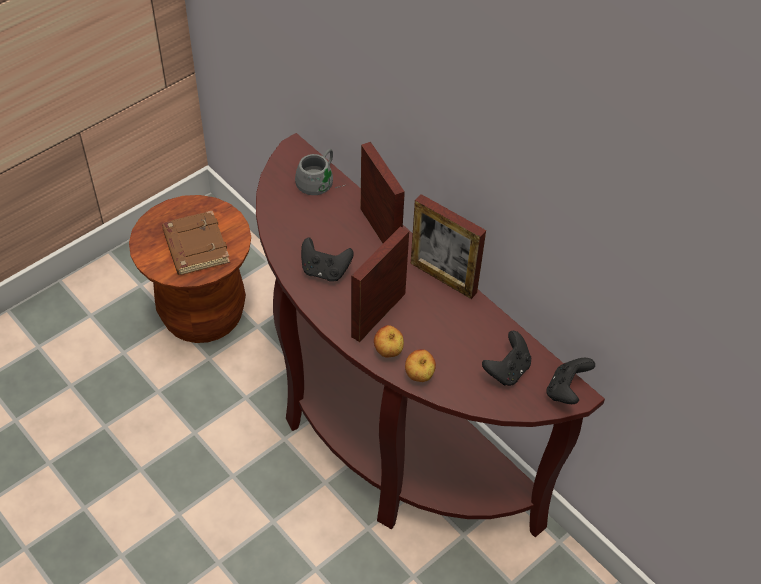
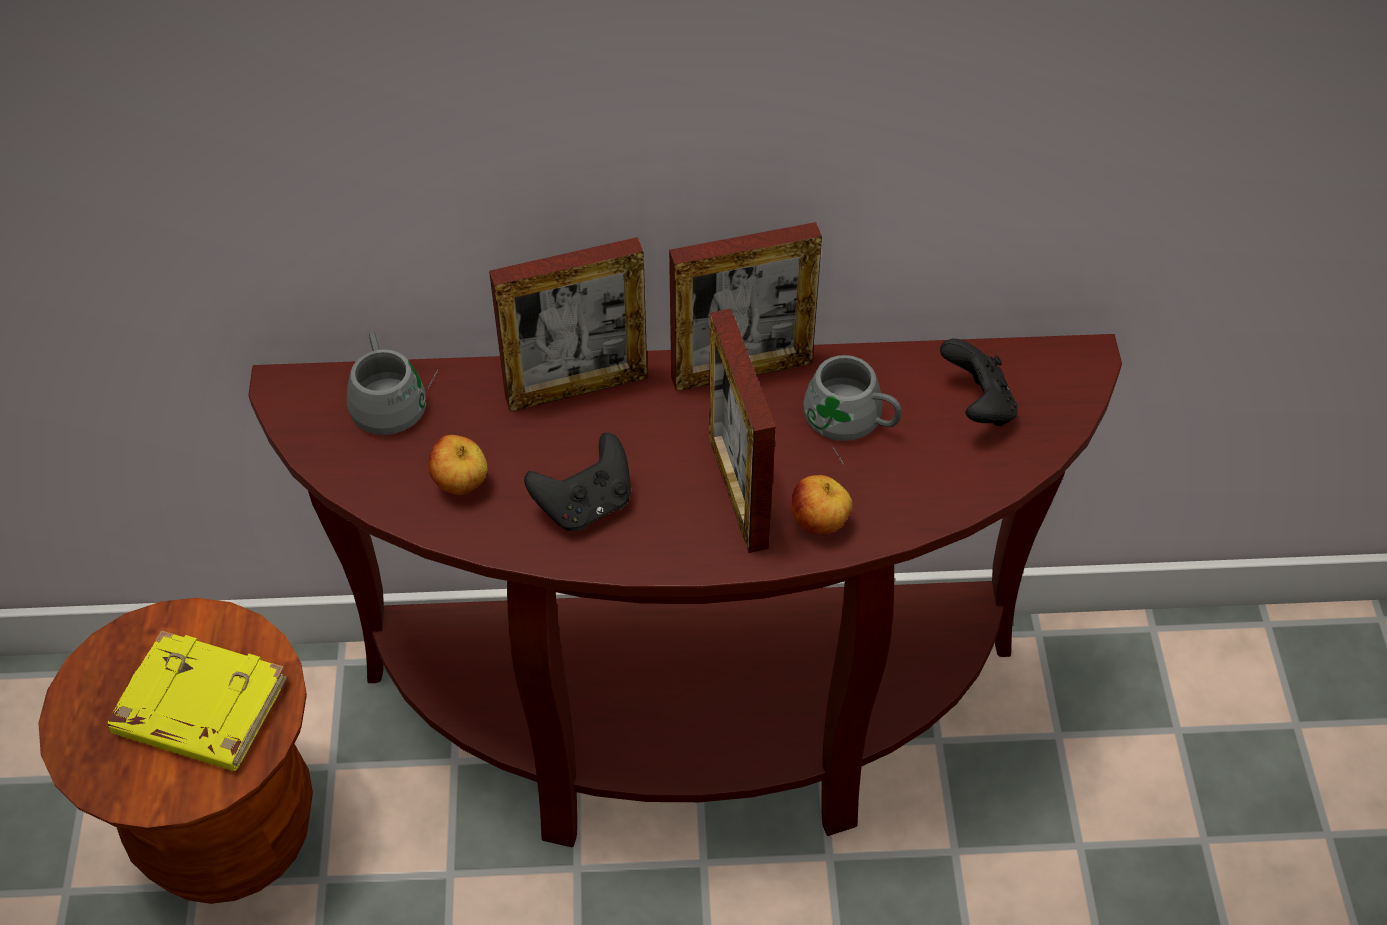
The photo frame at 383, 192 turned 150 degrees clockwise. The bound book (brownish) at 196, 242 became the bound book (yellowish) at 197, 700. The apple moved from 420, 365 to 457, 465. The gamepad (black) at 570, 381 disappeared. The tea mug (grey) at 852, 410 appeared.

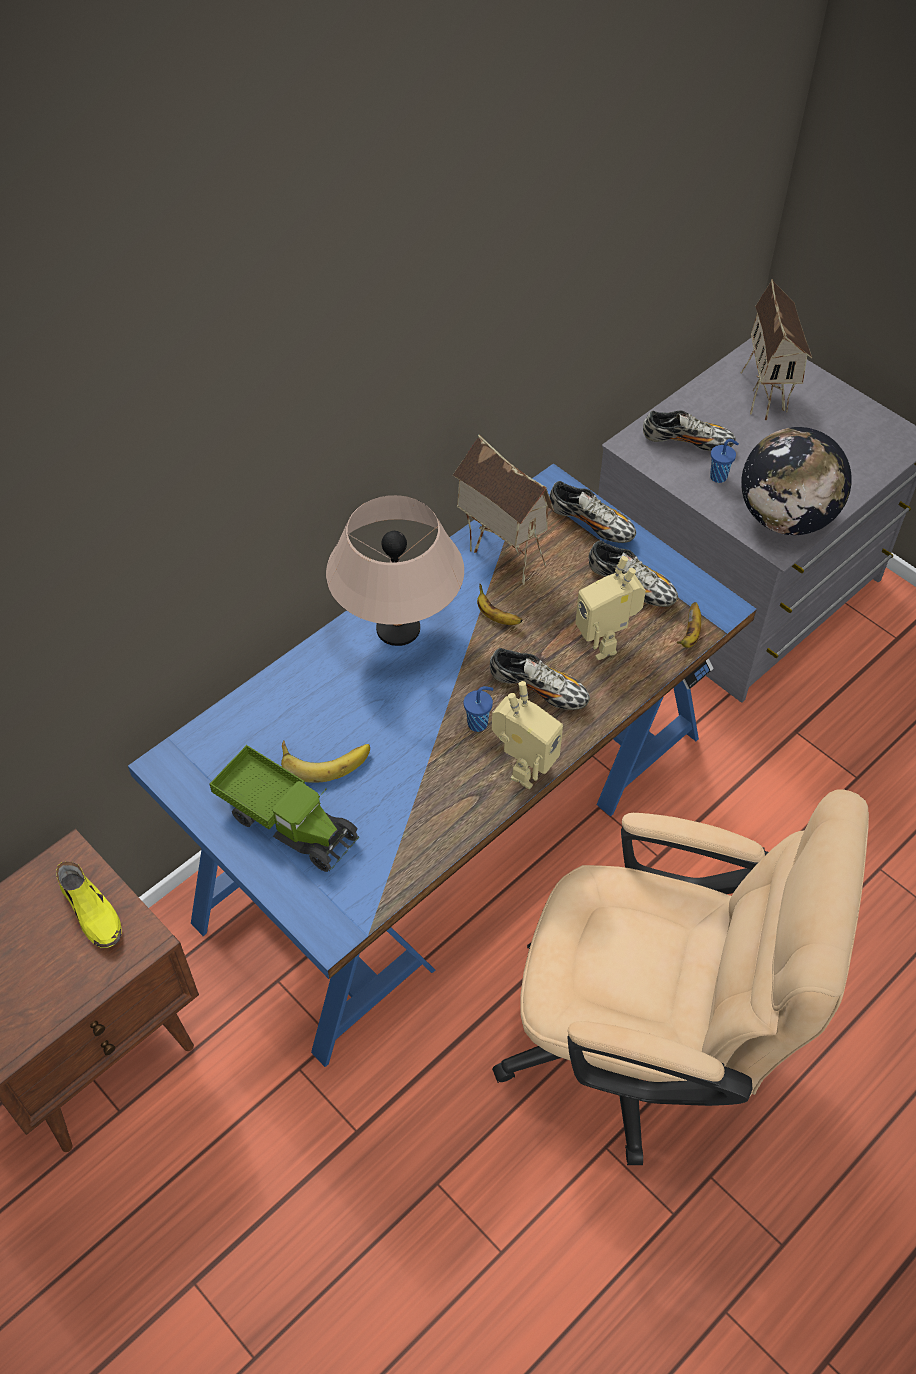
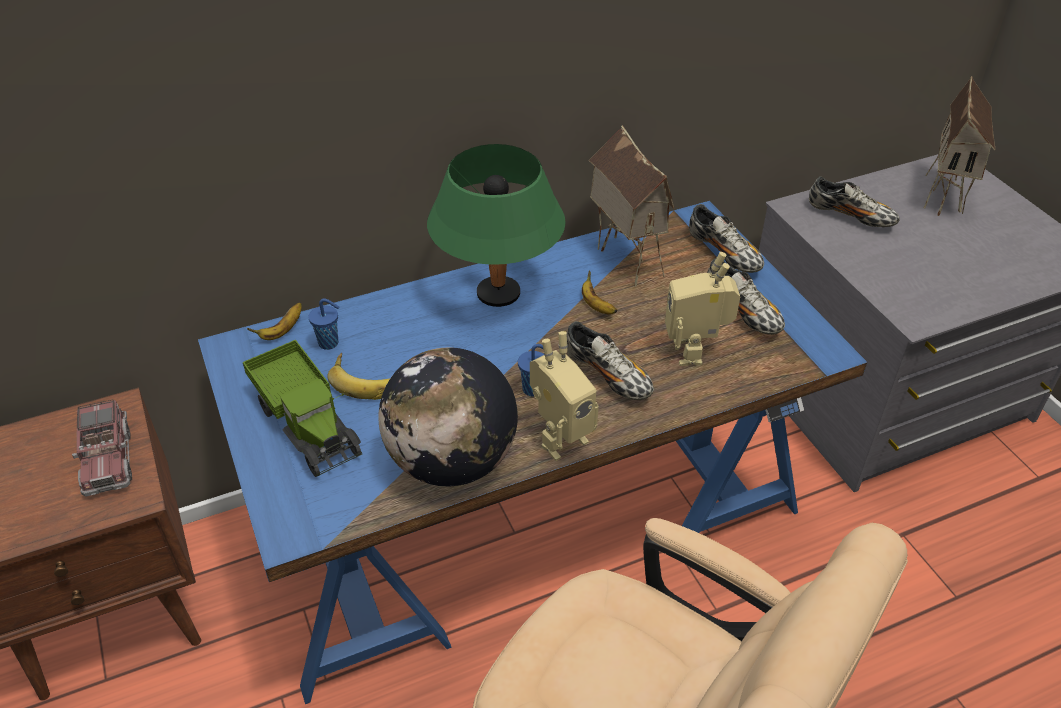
The world globe moved from 796, 481 to 448, 416. The cup (bluish) moved from 724, 461 to 323, 324. The table lamp (beige) at 395, 570 became the table lamp (green) at 496, 225. The whole banana moved from 689, 625 to 274, 321. The low shoe (yellowish) at 88, 904 was replaced by the model truck at 102, 448.

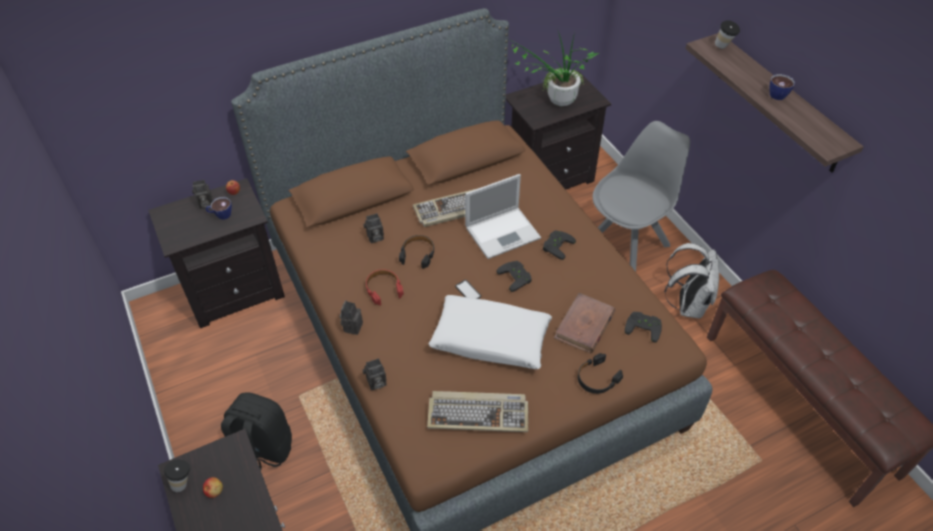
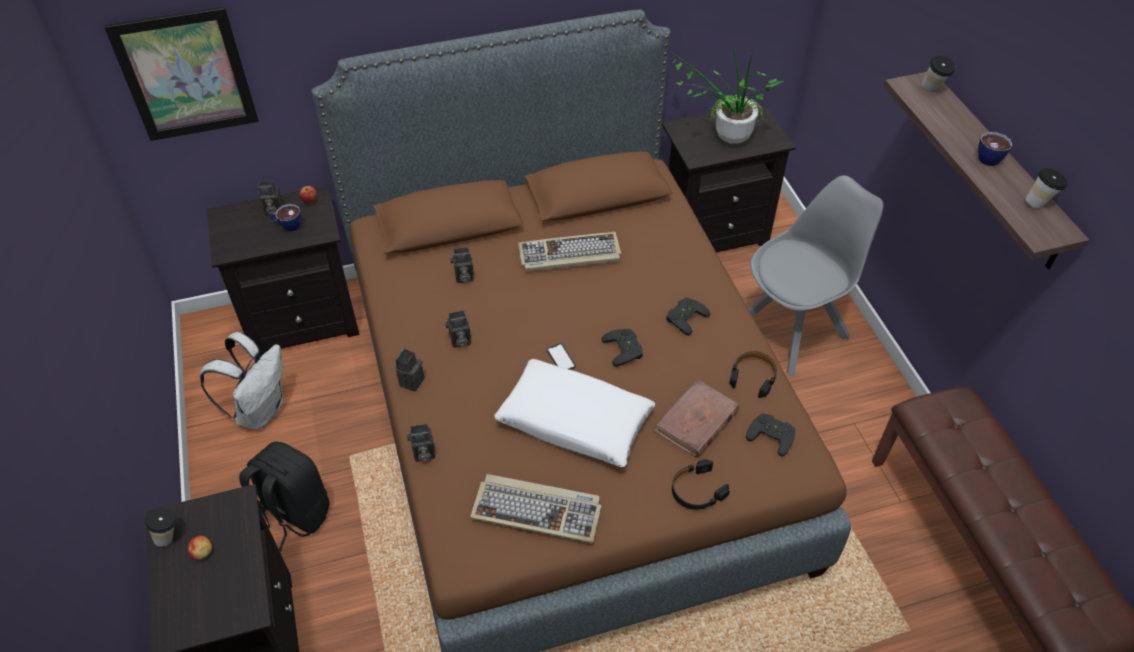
The laptop at 503, 216 disappeared. The headphones (black) moved from 416, 252 to 753, 374. The backpack (white-coloured) moved from 691, 280 to 241, 381. The headphones (red-coloured) at 385, 287 was replaced by the photo camera at 458, 329. The wall picture at 181, 74 appeared. The cup at 1046, 188 appeared.

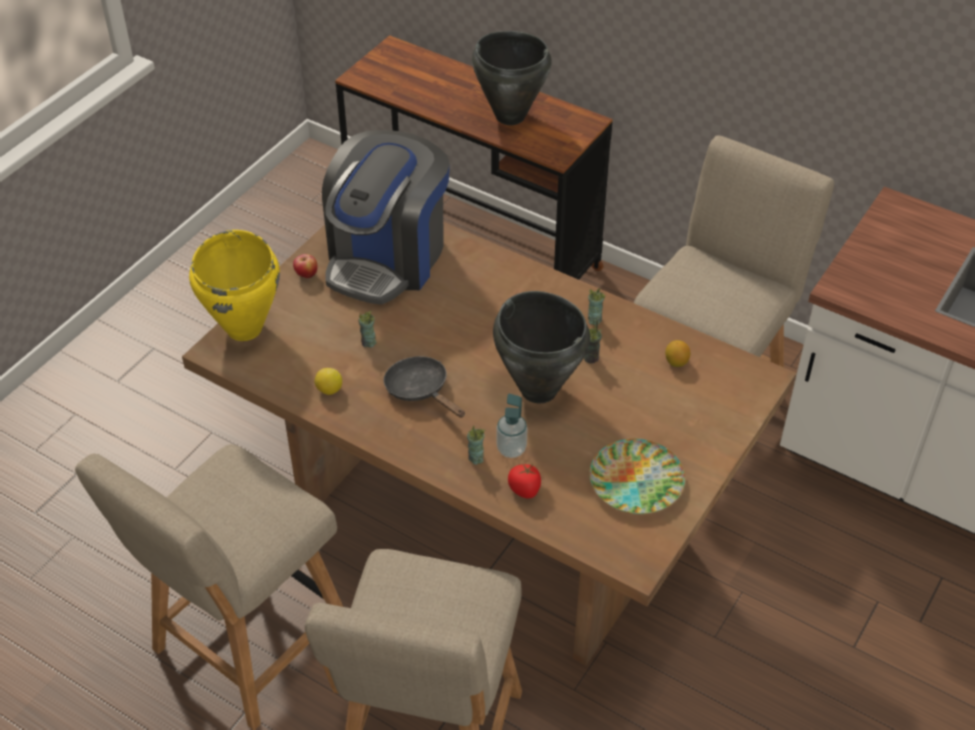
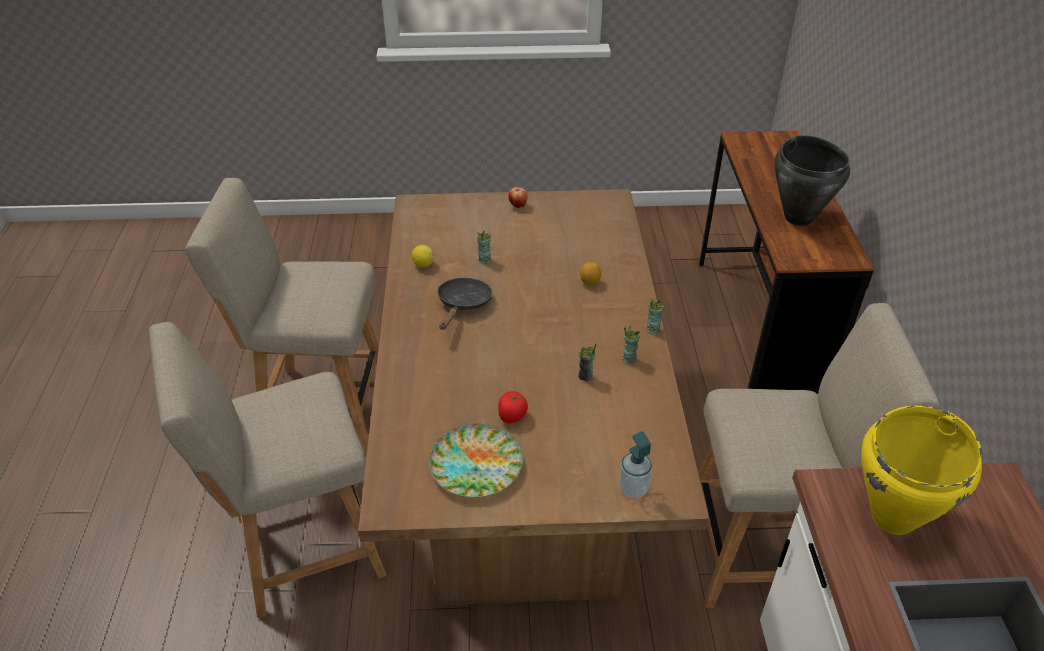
The coffee machine at 386, 217 disappeared. The saucepot (yellowish) moved from 234, 285 to 921, 470. The saucepot (black) at 541, 347 disappeared. The citrus fruit moved from 678, 353 to 590, 273. The soap dispenser moved from 511, 426 to 635, 464. The cup moved from 476, 445 to 655, 316. The fresh tomato moved from 524, 480 to 513, 407.

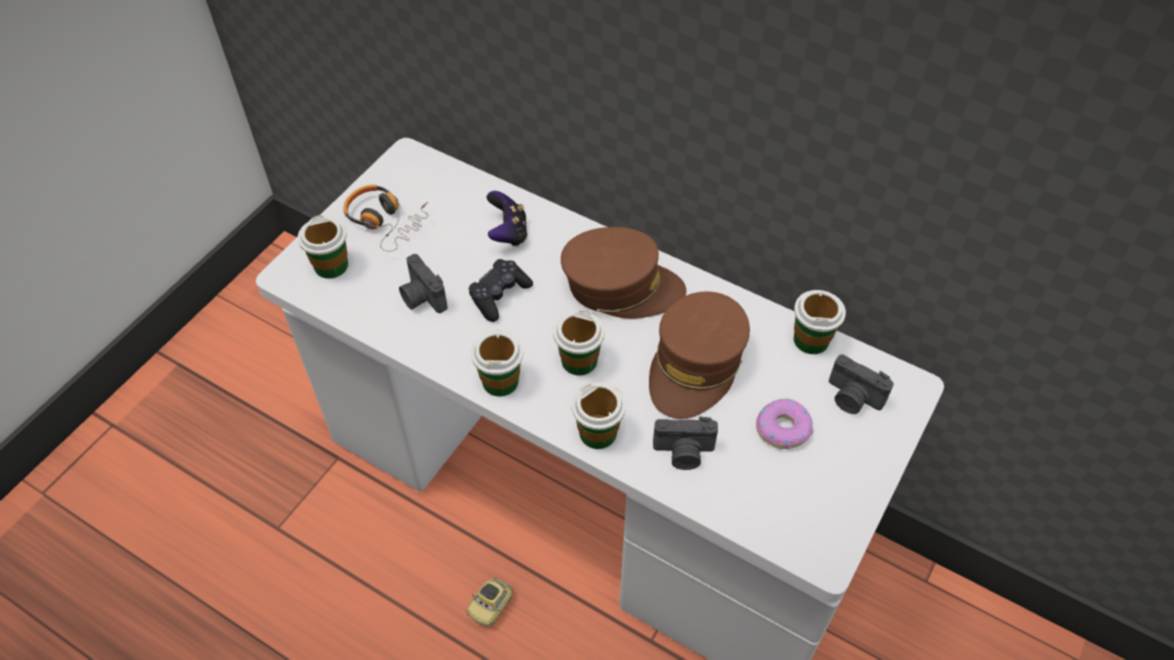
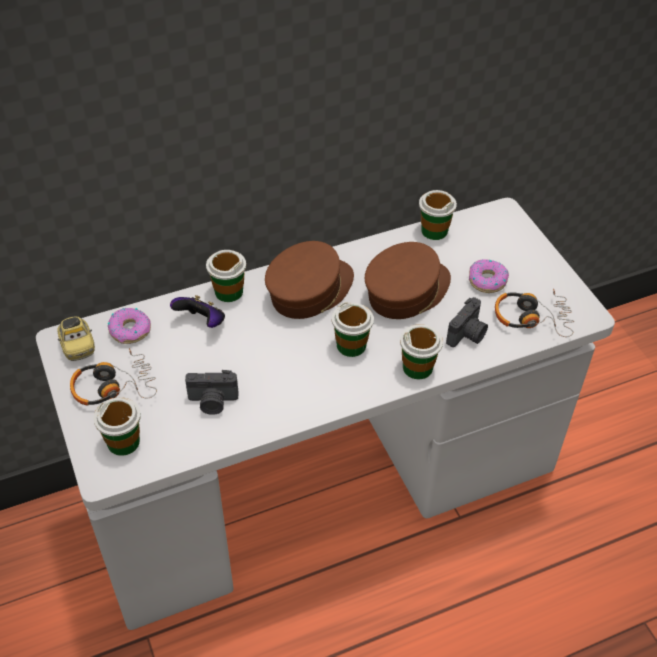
The gamepad (black) at 501, 290 disappeared. The baseball cap (brownish) at 699, 355 turned 105 degrees counterclockwise. The cup moved from 497, 364 to 226, 276. The photo camera at 861, 384 disappeared. The miniature car moved from 490, 602 to 76, 339. The headphones at 534, 313 appeared. The ring doughnut at 129, 326 appeared.

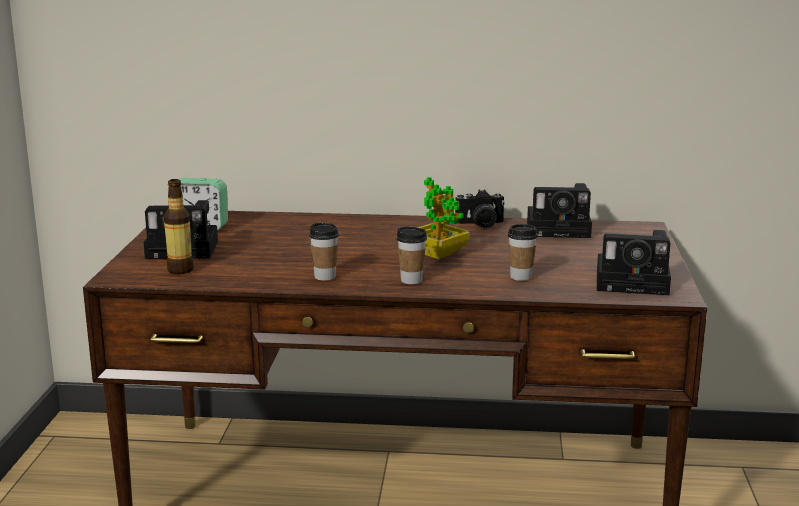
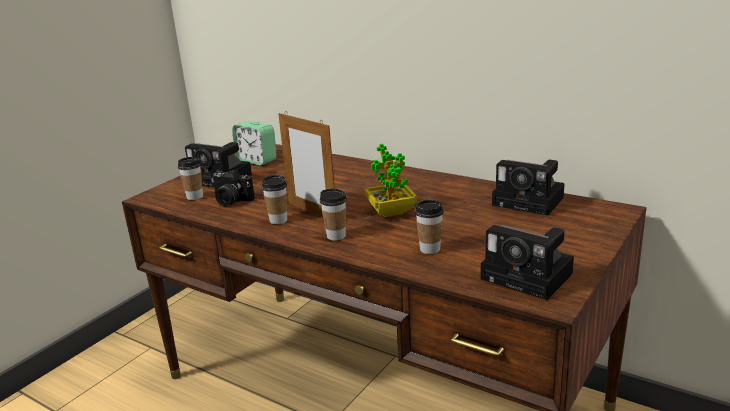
The beverage bottle at 179, 226 was replaced by the cup at 190, 178. The photo camera moved from 480, 208 to 233, 187. The photo frame at 306, 164 appeared.

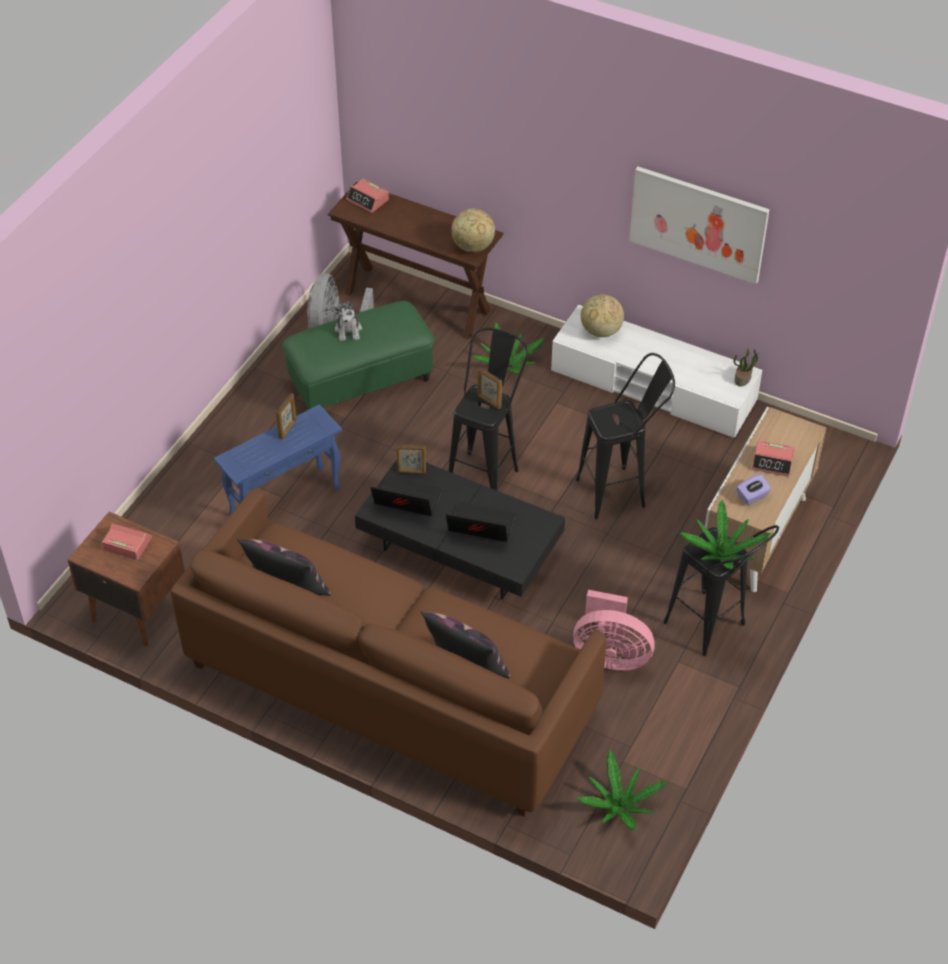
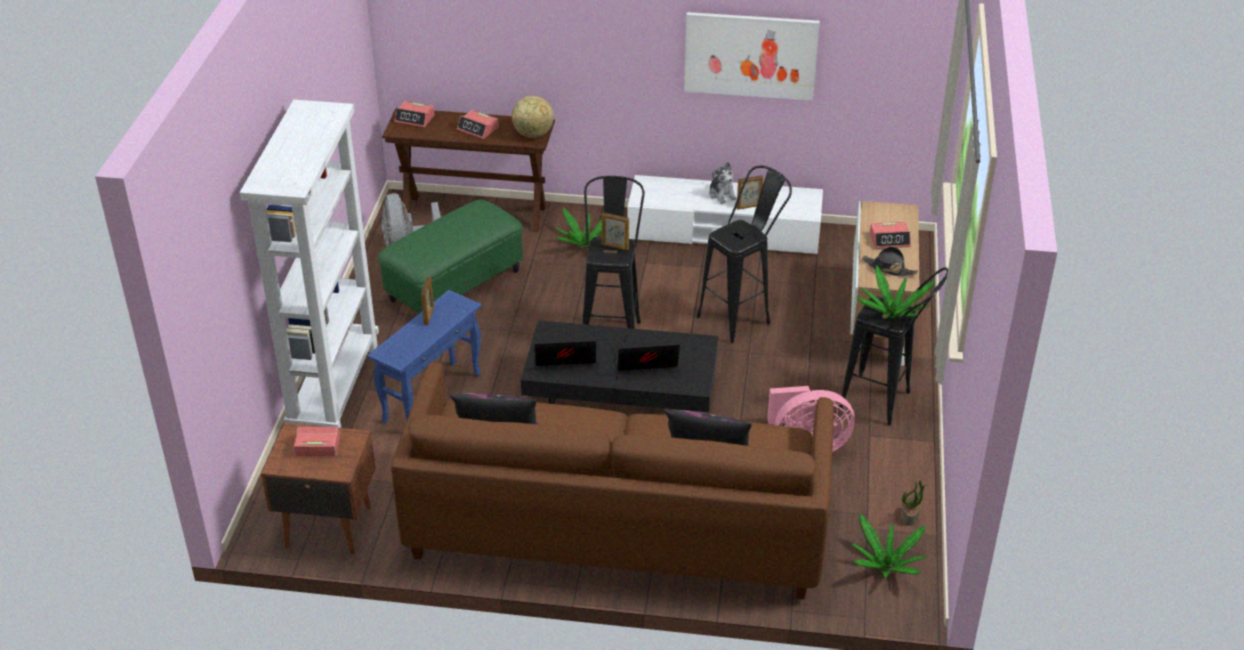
The world globe at 602, 315 disappeared. The plush toy moved from 347, 321 to 723, 183. The potted plant moved from 746, 368 to 914, 503. The photo frame moved from 411, 459 to 749, 192. The tissue box (purplish) at 754, 489 was replaced by the wearable hat (black) at 890, 261. The bookcase (white-coloured) at 309, 264 appeared. The alarm clock at 478, 124 appeared.

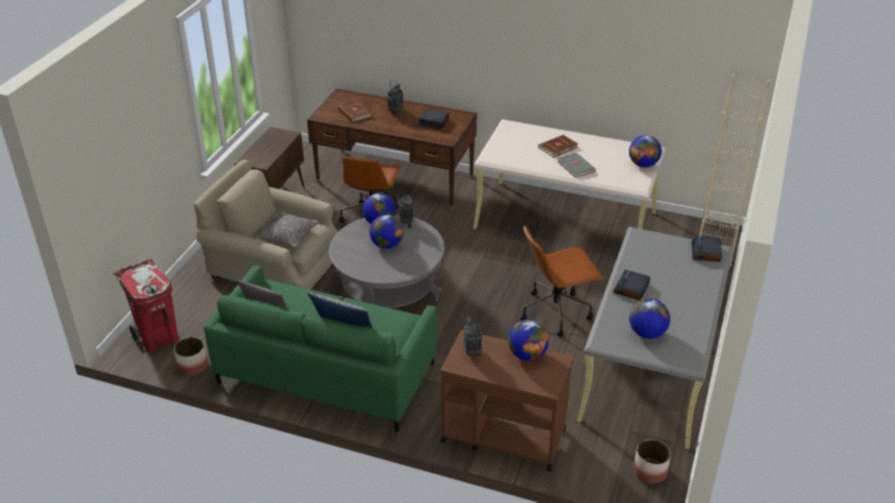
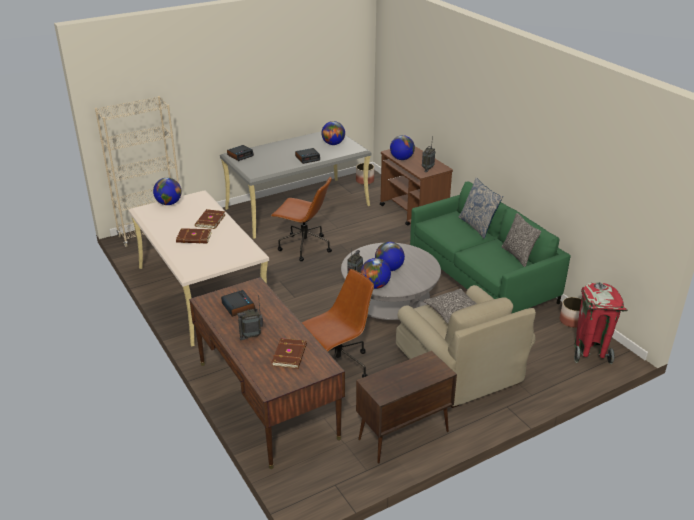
The bound book (grey) at 576, 165 became the bound book (brownish) at 210, 219.

